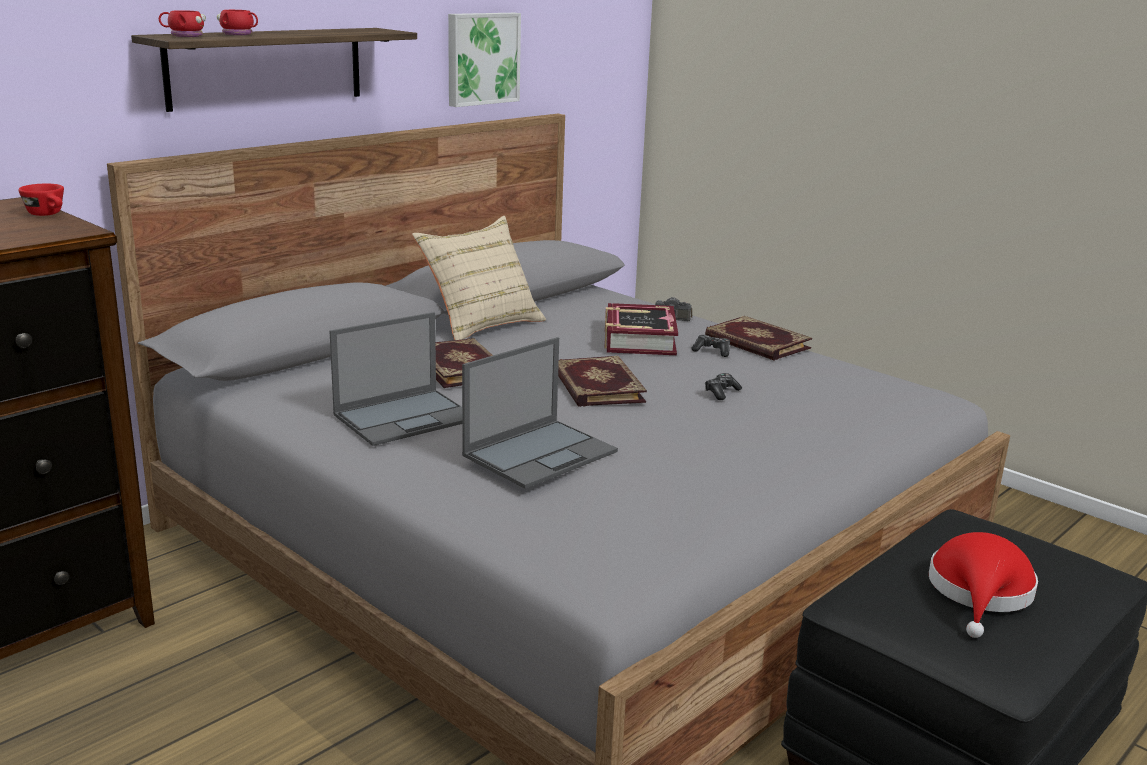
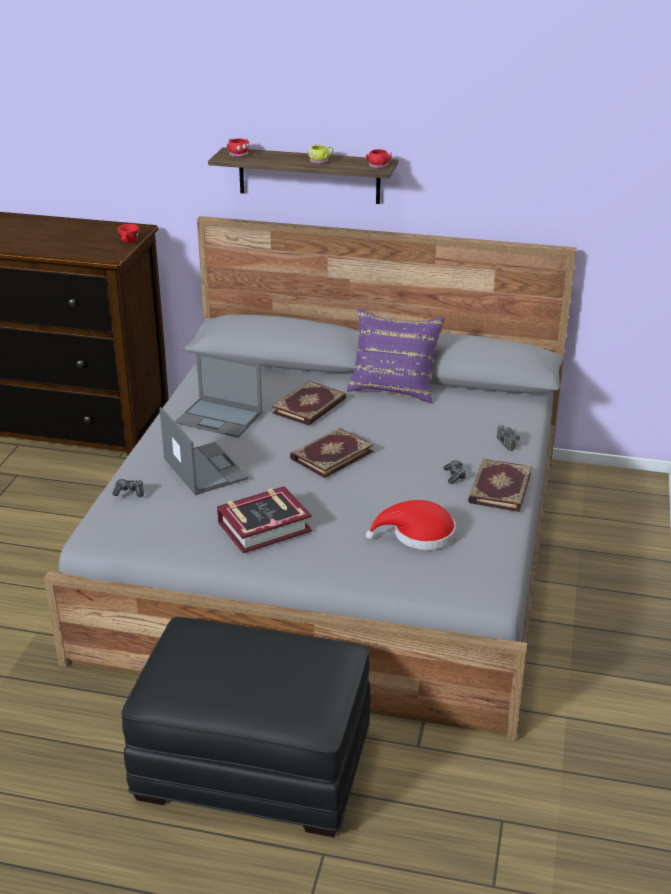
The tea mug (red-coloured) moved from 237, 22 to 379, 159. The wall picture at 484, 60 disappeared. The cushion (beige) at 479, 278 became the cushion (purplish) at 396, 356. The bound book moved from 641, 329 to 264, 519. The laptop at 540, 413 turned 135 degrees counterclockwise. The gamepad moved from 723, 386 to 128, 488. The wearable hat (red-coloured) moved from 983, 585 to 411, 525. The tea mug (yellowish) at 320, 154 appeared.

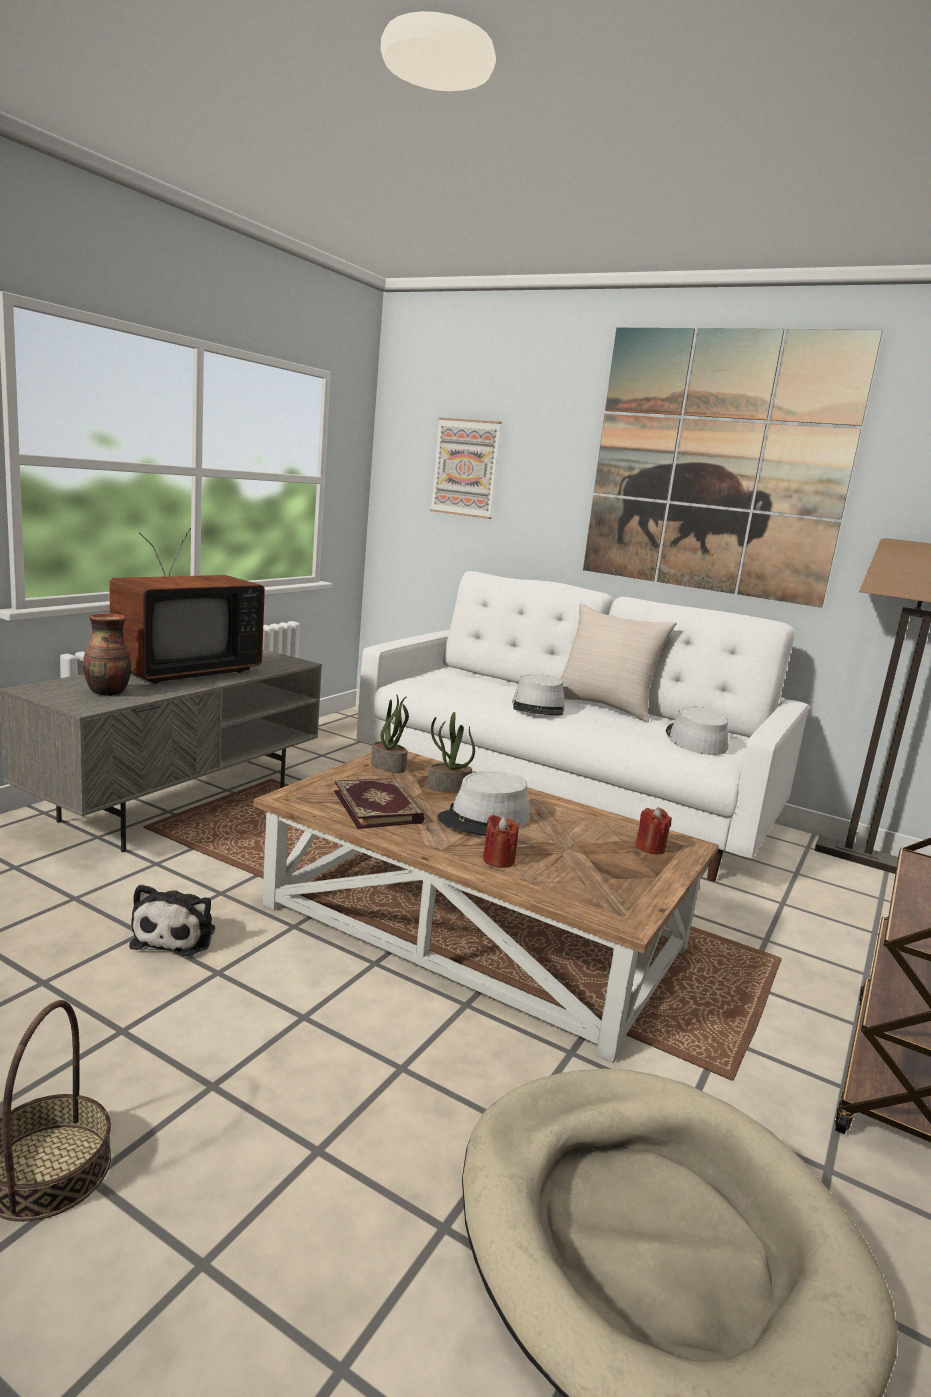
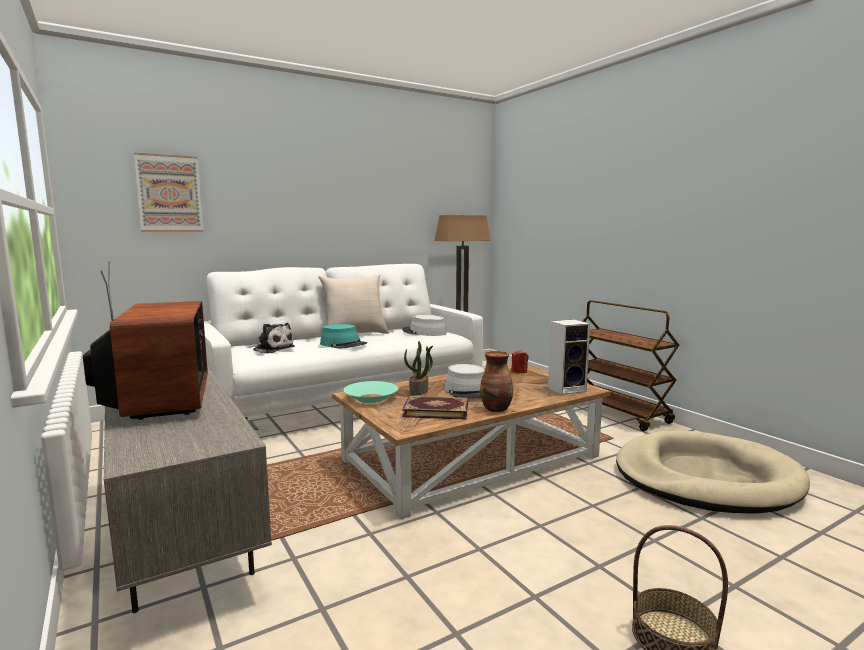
The wall picture at 733, 468 disappeared. The flower vase moved from 107, 654 to 496, 381. The wearable hat (grey) at 538, 695 became the wearable hat (turquoise-coloured) at 343, 336. The potted plant at 390, 733 was replaced by the serving bowl (turquoise-coloured) at 371, 392. The wax light (red-coloured) at 501, 841 disappeared. The plush toy moved from 172, 920 to 273, 338. The speaker at 569, 357 appeared.

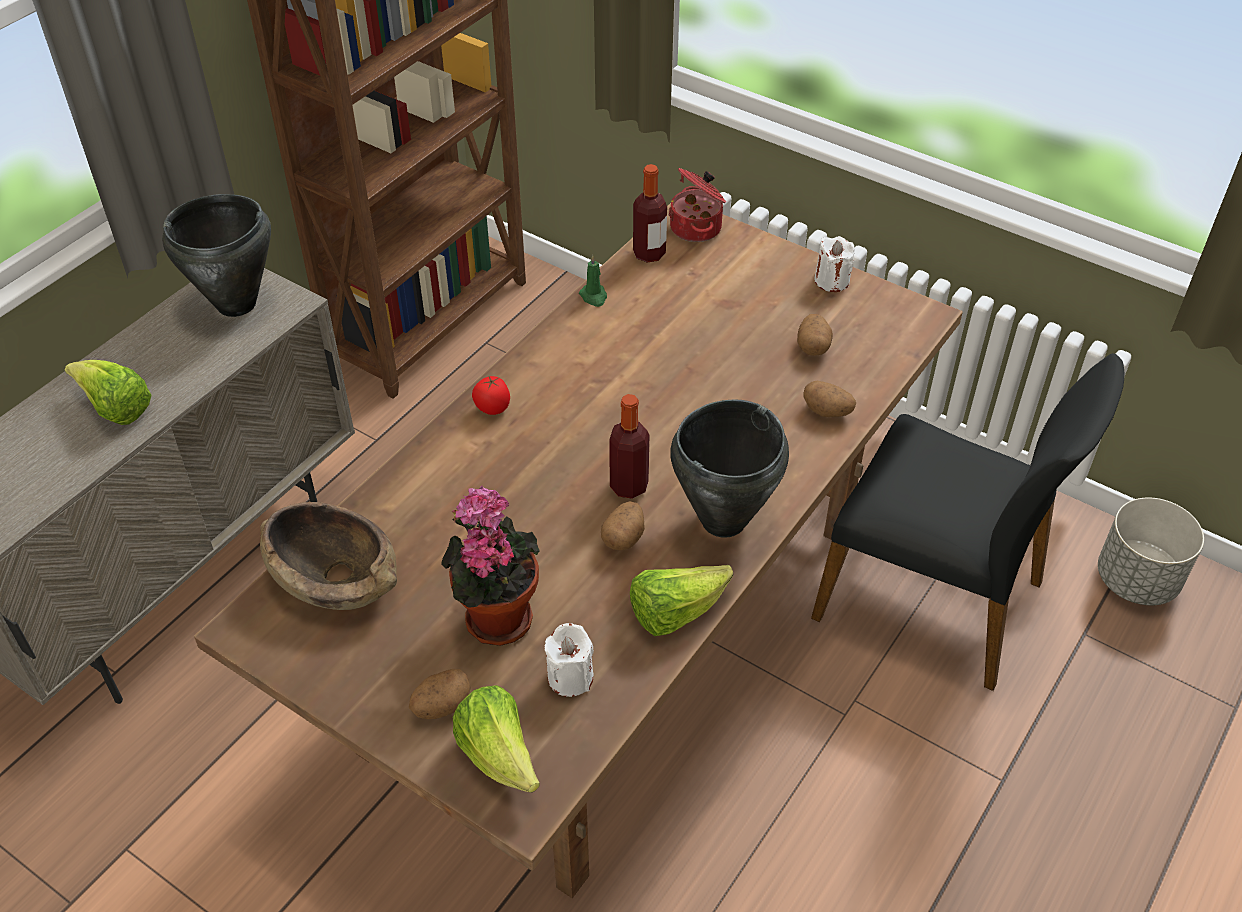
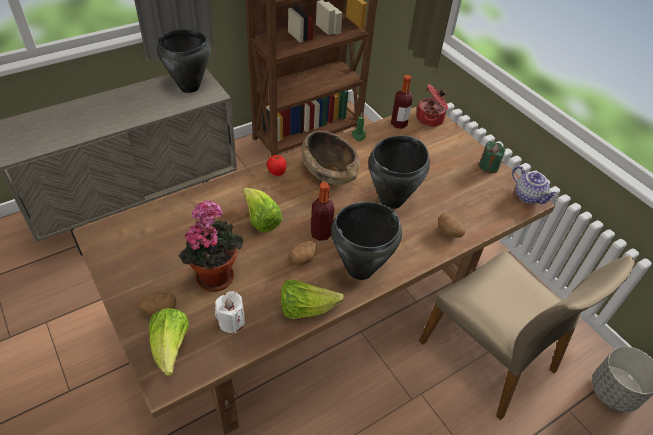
The wax light (white-coloured) at 834, 264 became the wax light (green) at 492, 157. The spud at 815, 335 disappeared. The upright chair (black) at 967, 522 became the upright chair (beige) at 526, 335. The head of lettuce moved from 108, 392 to 262, 210. The serving bowl (brownish) moved from 328, 556 to 331, 158. The saucepot (black) at 399, 172 appeared. The teapot at 535, 185 appeared.

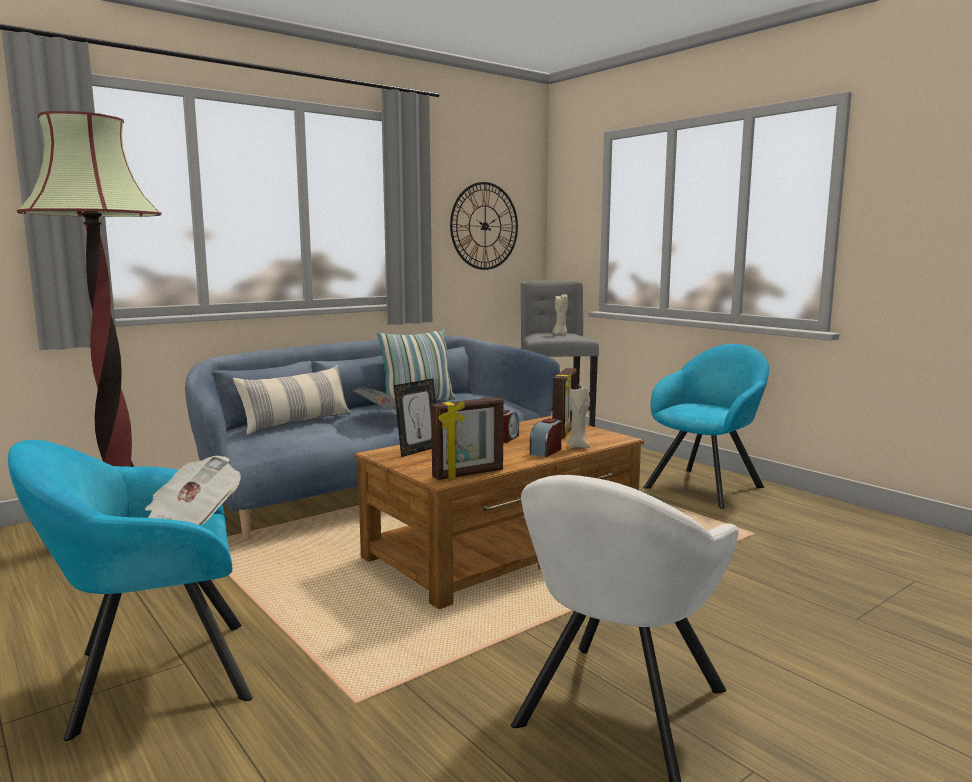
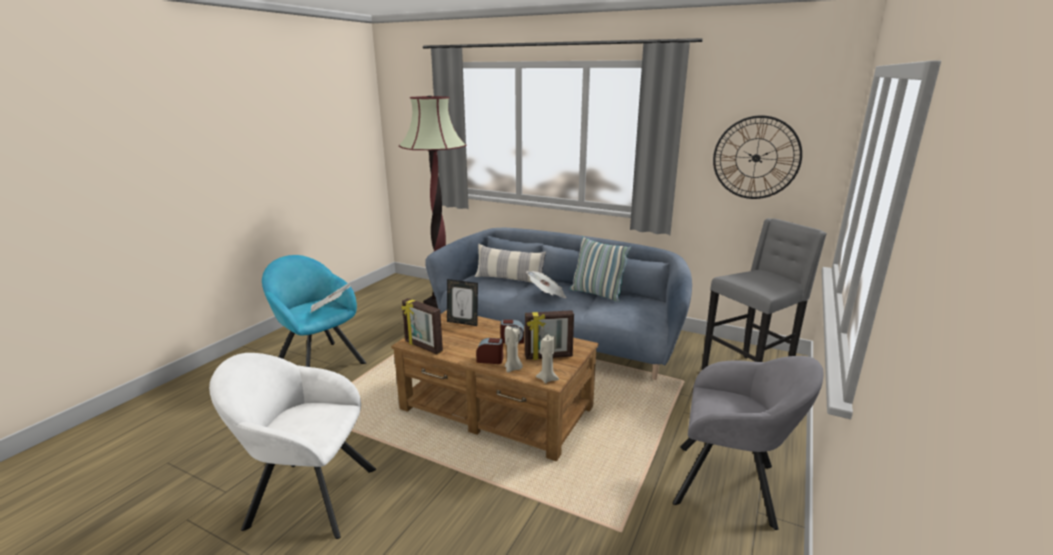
The wax light (beige) moved from 560, 314 to 547, 359. The easy chair (turquoise-coloured) at 706, 426 became the easy chair (grey) at 748, 443.

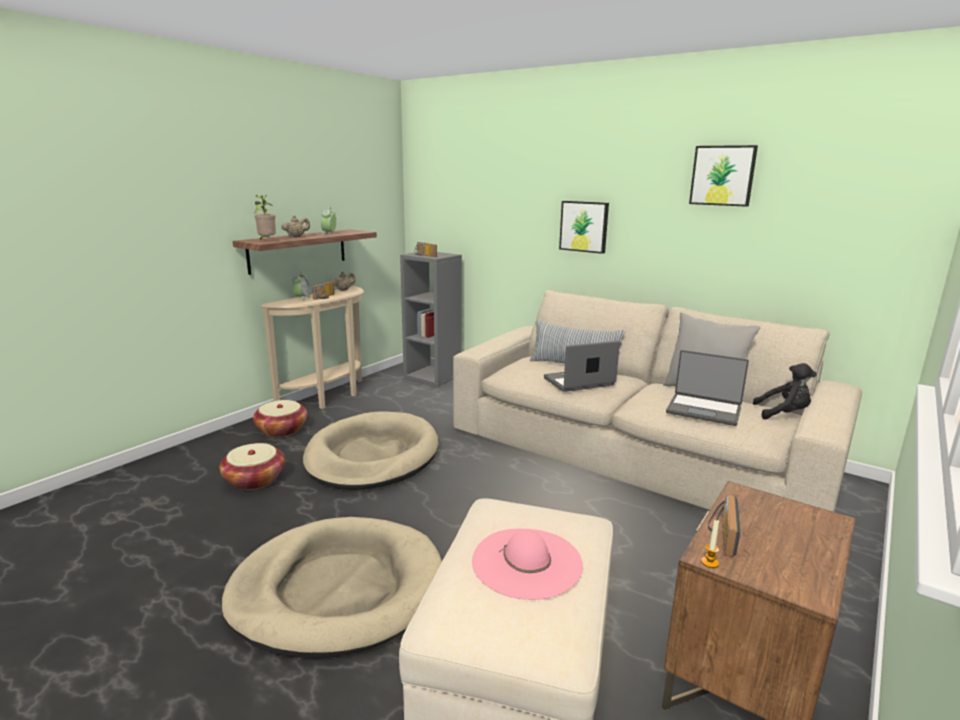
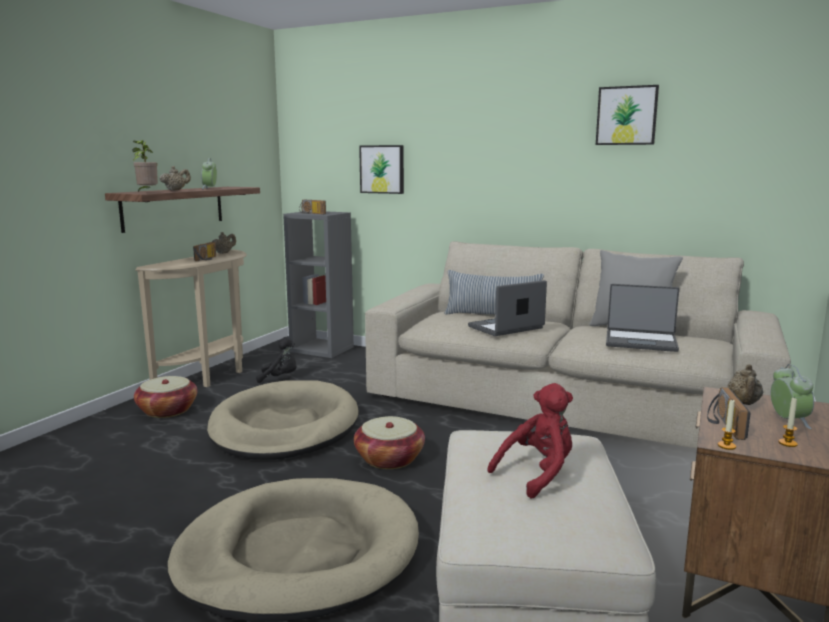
The wall picture moved from 584, 227 to 381, 169. The alarm clock moved from 301, 286 to 792, 396. The plush toy (black) moved from 785, 391 to 276, 360. The household basket moved from 252, 466 to 389, 442. The wearable hat (pinkish) at 527, 564 was replaced by the plush toy (red-coloured) at 530, 441. The teapot (beige) at 745, 384 appeared. The wax light at 788, 422 appeared.

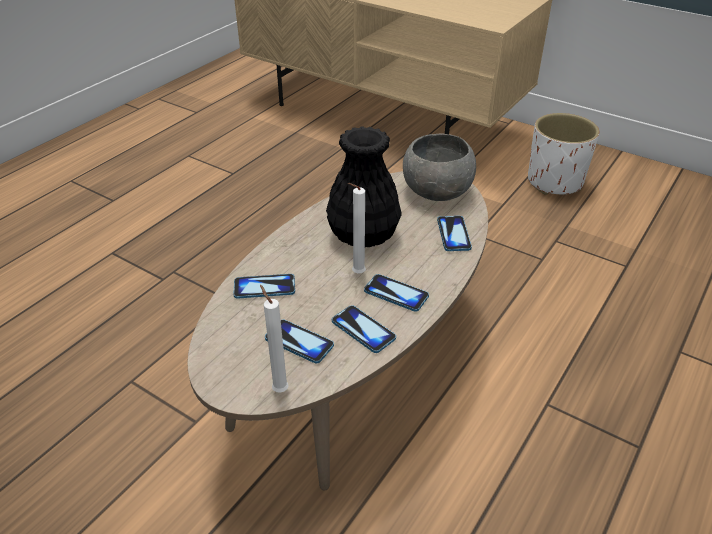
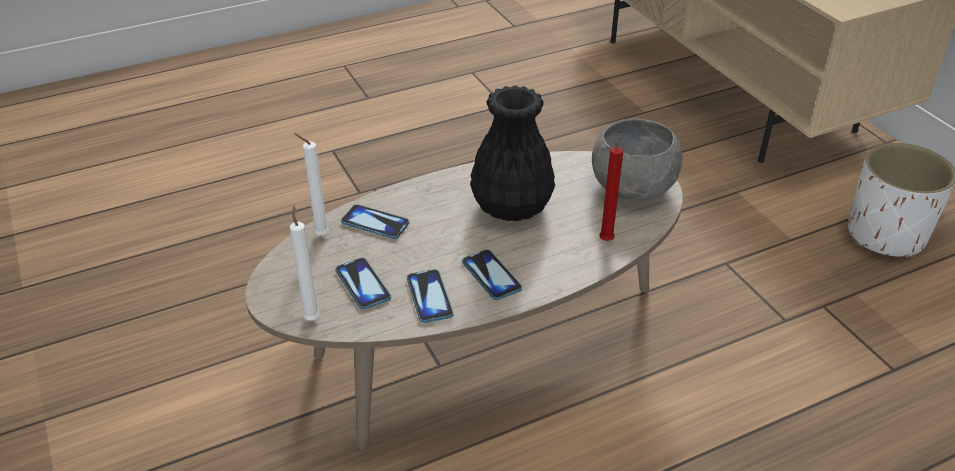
The wax light (white-coloured) moved from 356, 228 to 311, 184. The handset at 454, 233 was replaced by the wax light (red-coloured) at 611, 186.

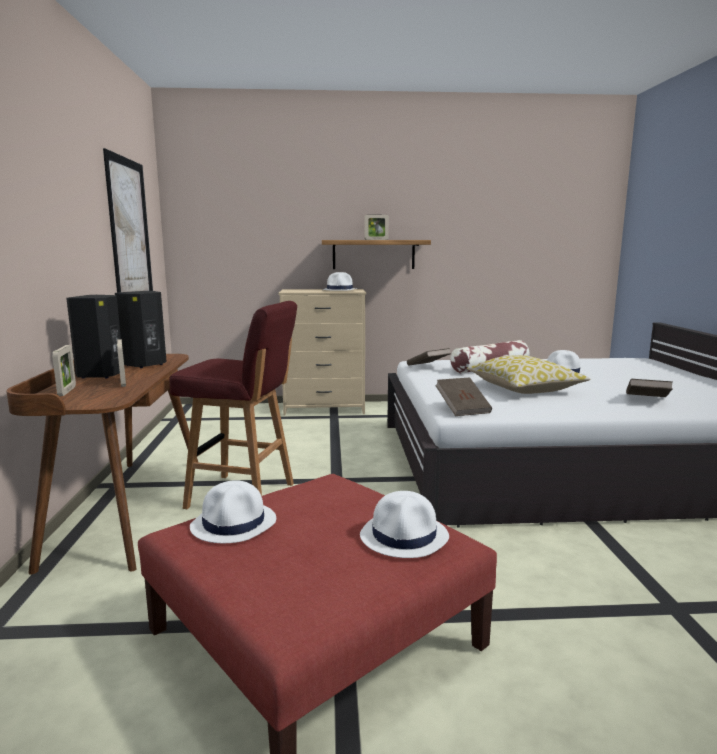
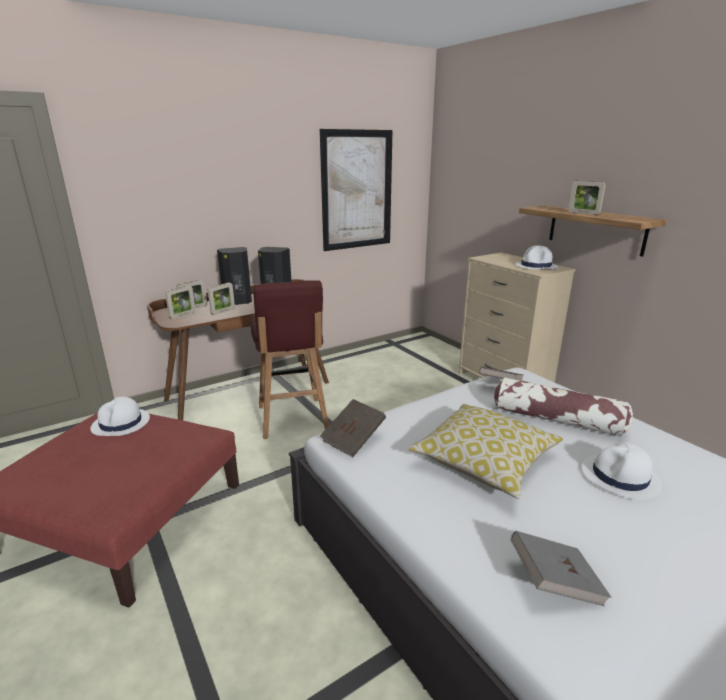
The bound book (brownish) at 649, 388 became the bound book (grey) at 561, 568. The wearable hat (white-coloured) at 404, 524 disappeared. The photo frame at 180, 302 appeared.

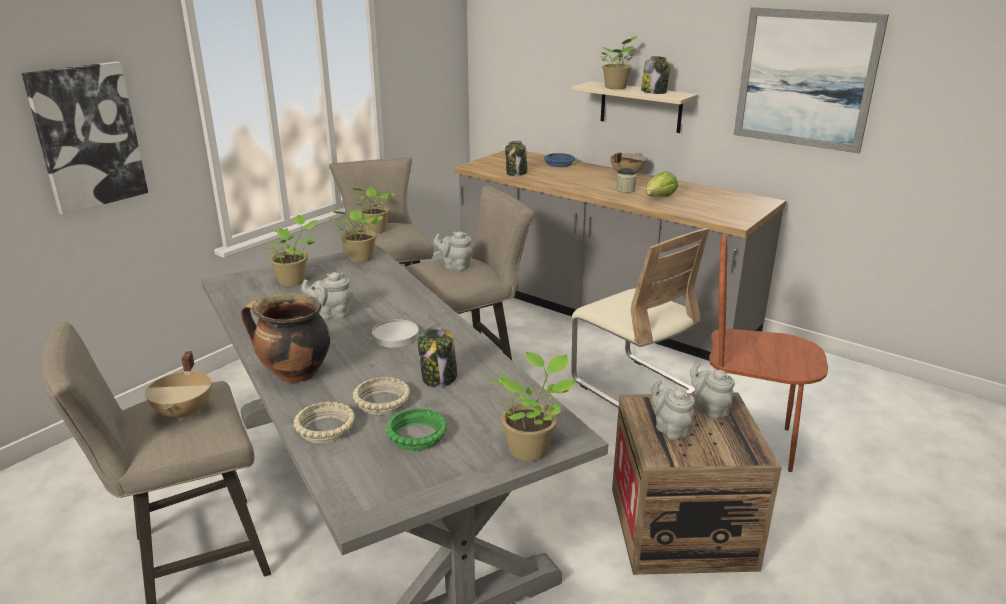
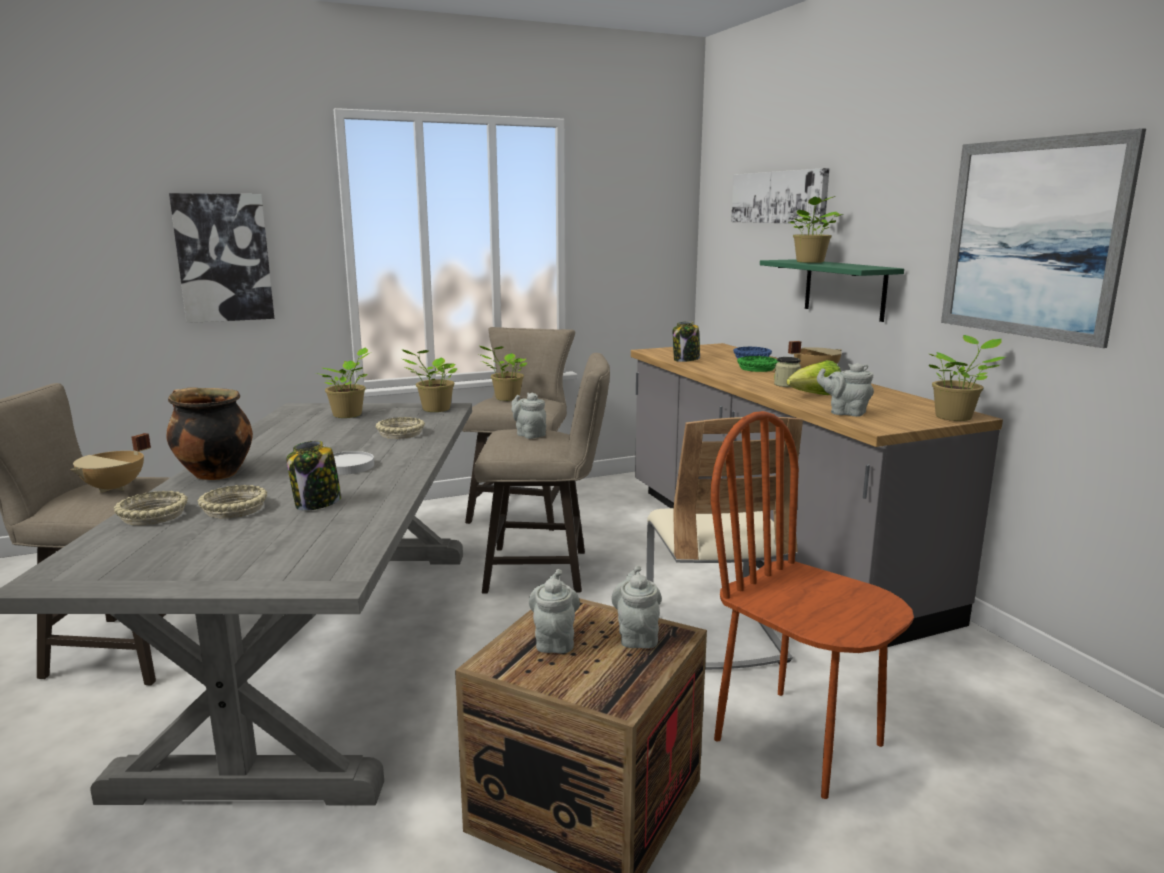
The jar at 655, 75 disappeared. The shelf (beige) at 634, 107 became the shelf (green) at 832, 290. The teapot (grey) moved from 327, 295 to 845, 390. The potted plant moved from 534, 406 to 967, 378. The serving bowl (green) moved from 416, 429 to 757, 364. The wall picture at 780, 196 appeared. The serving bowl (beige) at 400, 428 appeared.

